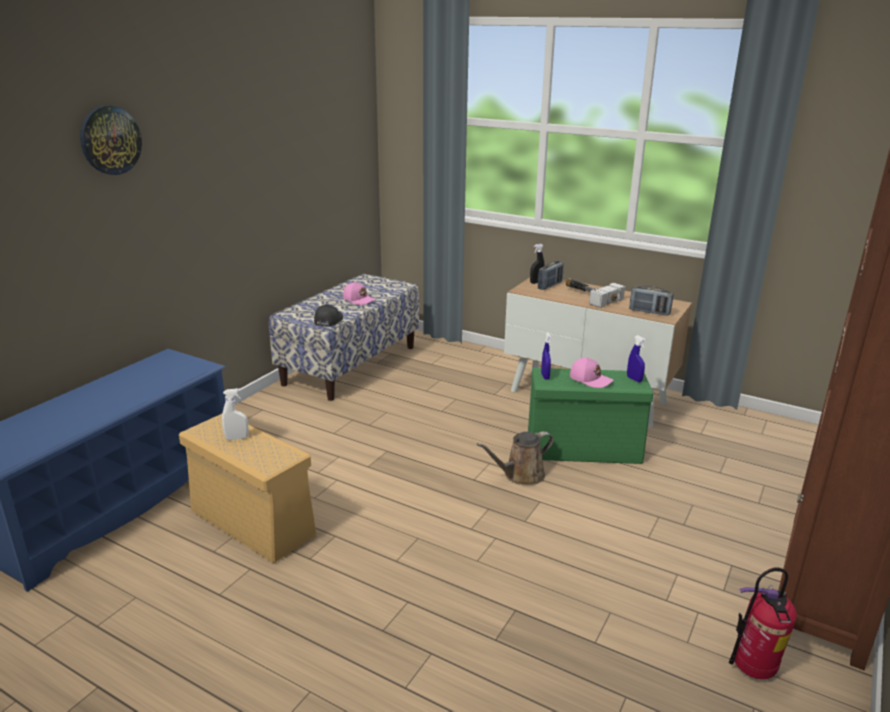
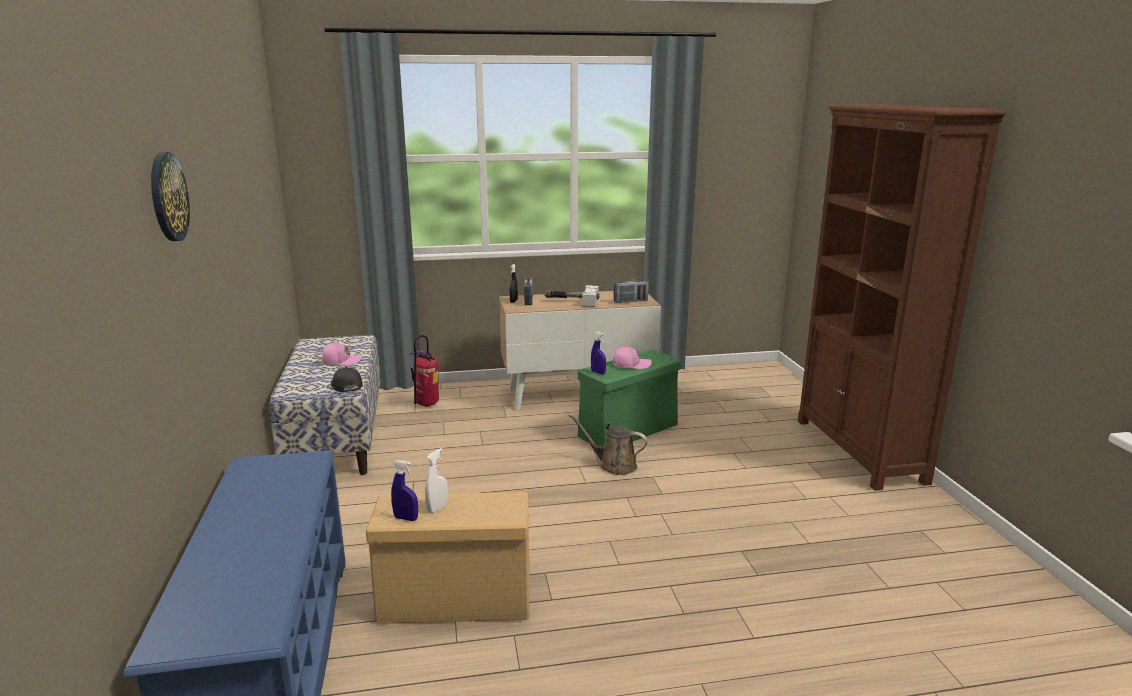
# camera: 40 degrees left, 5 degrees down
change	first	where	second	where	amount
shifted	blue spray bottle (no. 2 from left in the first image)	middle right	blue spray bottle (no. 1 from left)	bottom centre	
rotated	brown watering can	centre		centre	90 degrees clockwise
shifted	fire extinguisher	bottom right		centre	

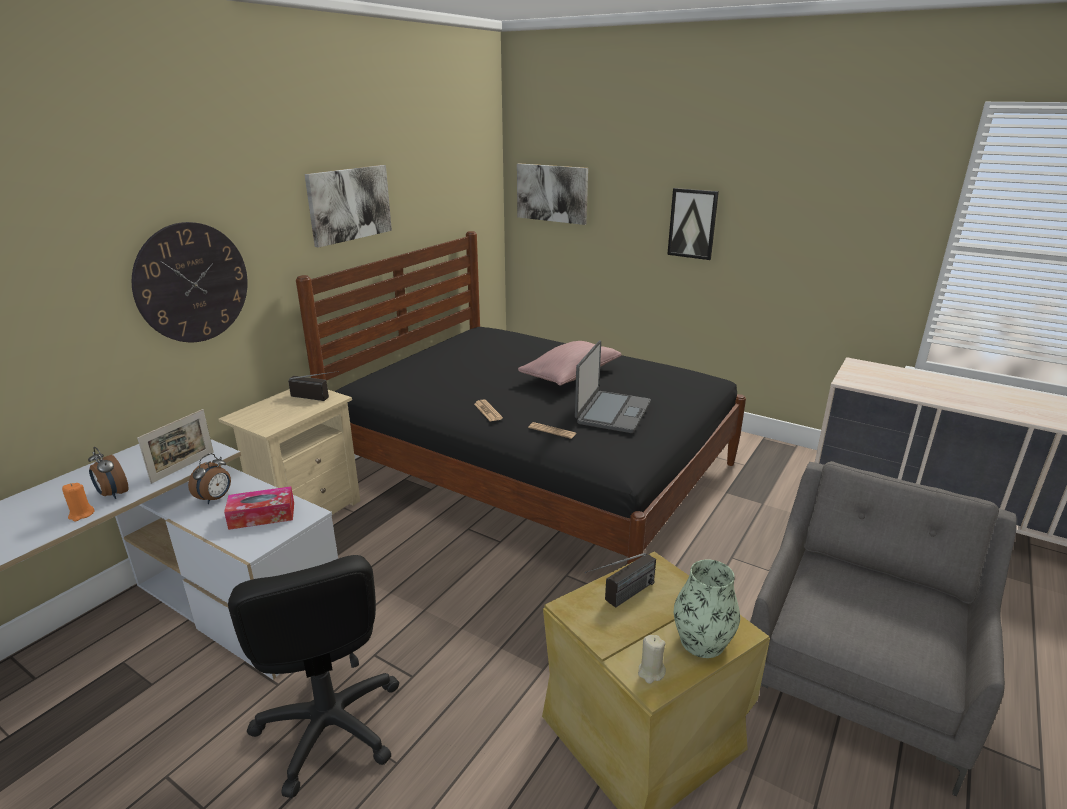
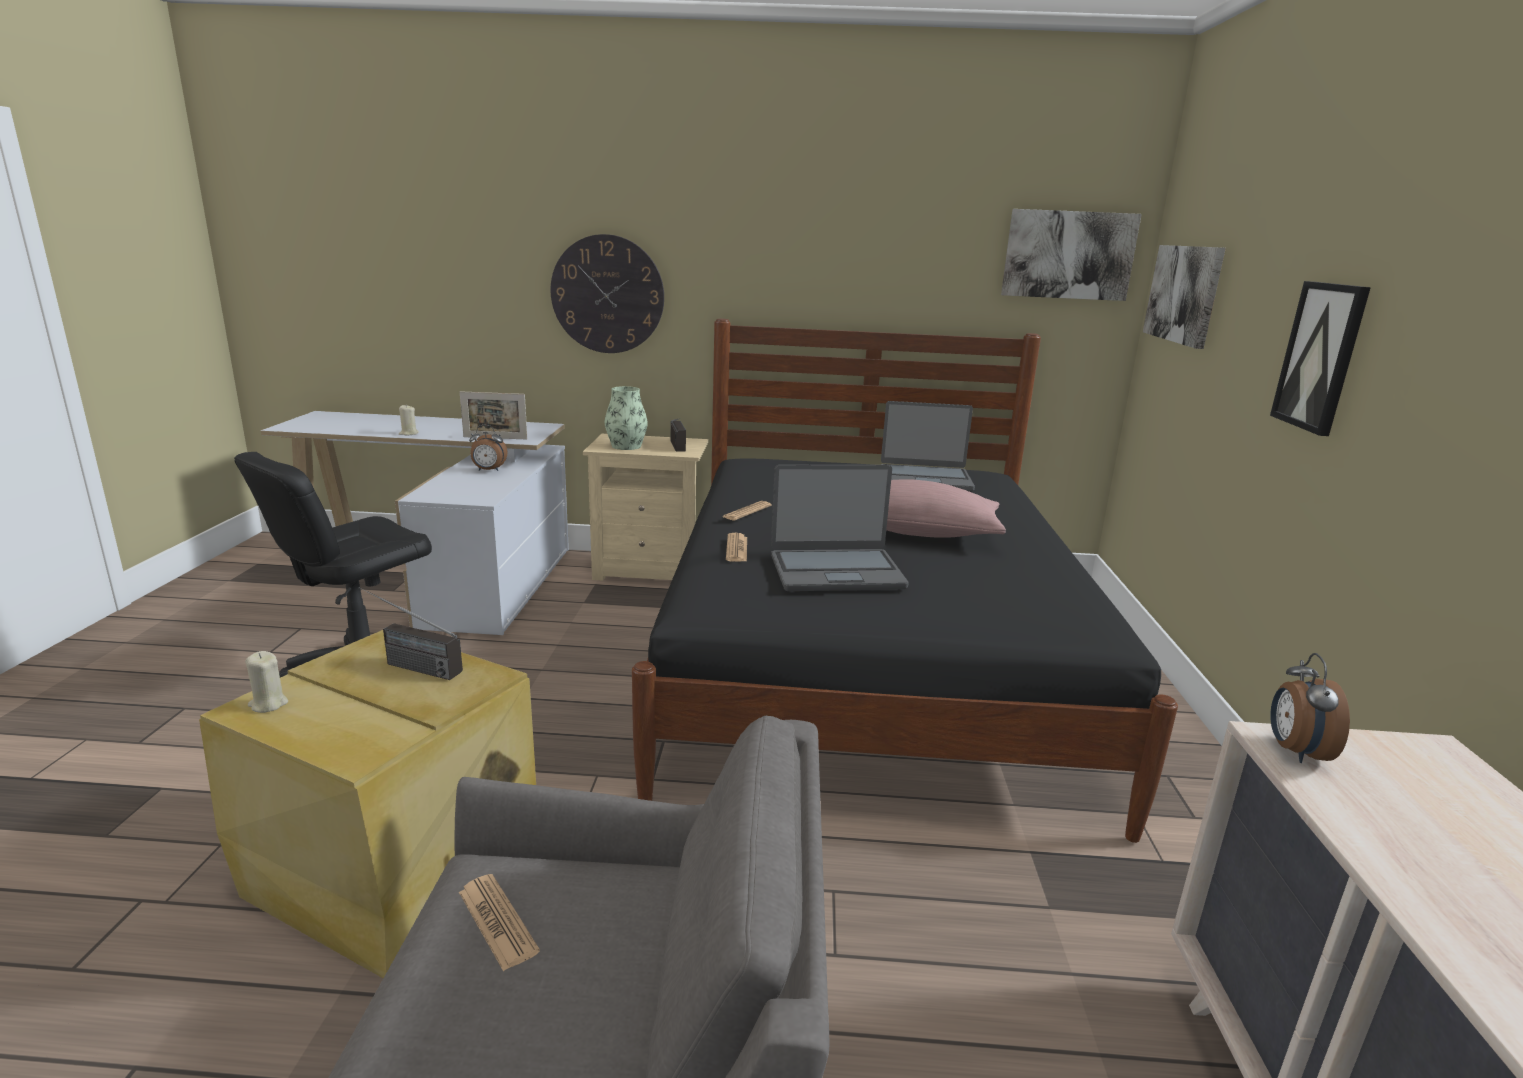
# camera: 60 degrees right, 5 degrees down
change	first	where	second	where	amount
shifted	picture (no. 1 from left)	top left		top right	
shifted	alarm clock (no. 1 from left in the first image)	middle left	alarm clock (no. 2 from left)	middle right	
repainted	orange candle	middle left	beige candle (no. 2 from left)	middle left	
gone	tissue box	middle left			
shifted	vase	bottom centre		centre	
new			laptop (no. 2 from left)	centre	
new			newspaper (no. 1 from left)	bottom left	

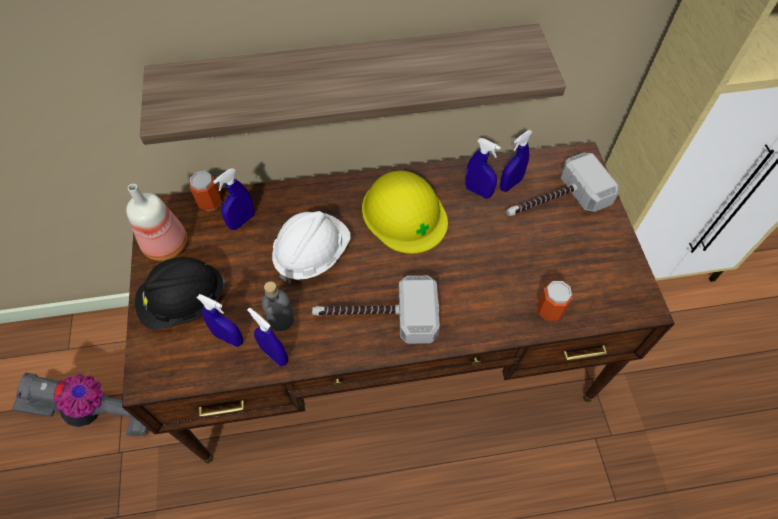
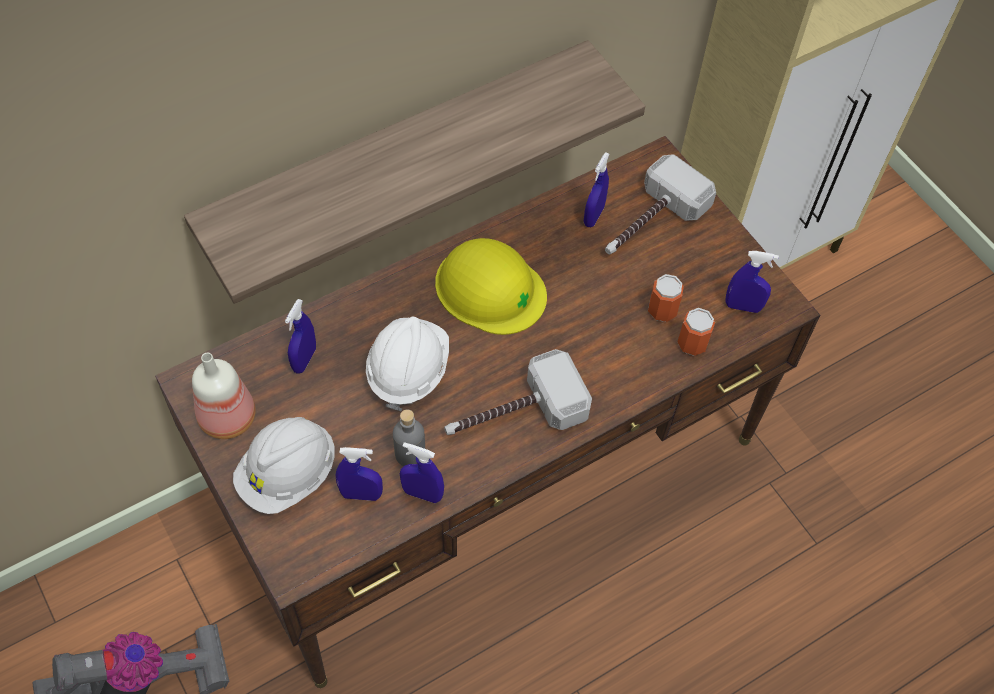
# camera: 25 degrees left, 0 degrees up
change	first	where	second	where	amount
shifted	blue spray bottle (no. 4 from left in the first image)	top centre	blue spray bottle (no. 5 from left)	middle right	
shifted	can (no. 1 from left)	middle left		middle right	
repainted	black hard hat	middle left	white hard hat (no. 1 from left)	bottom left	

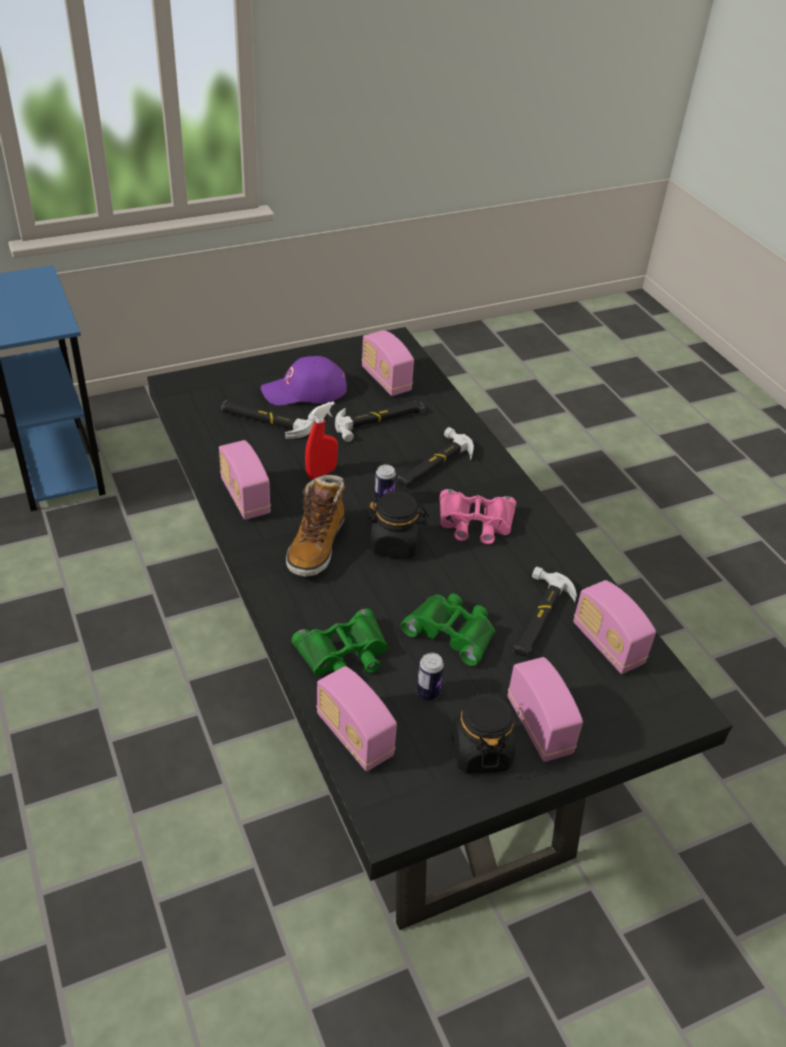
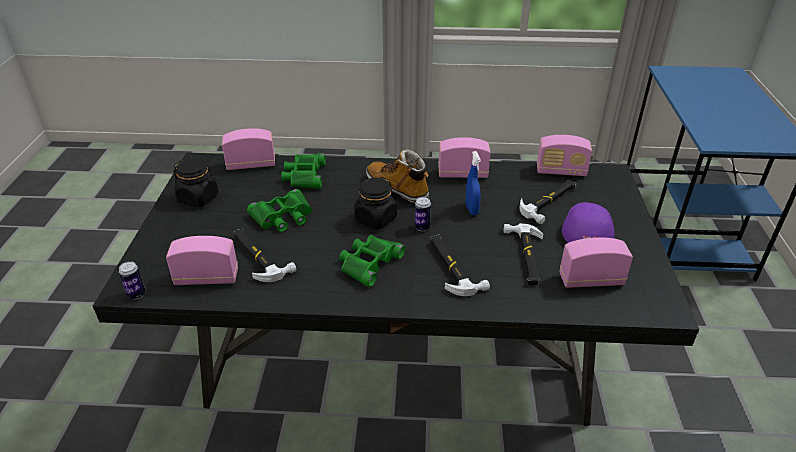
# camera: 120 degrees right, 5 degrees down
change	first	where	second	where	amount
repainted	red spray bottle	centre	blue spray bottle	centre	
repainted	pink binoculars	centre	green binoculars (no. 3 from left)	centre	
shifted	can (no. 2 from left in the first image)	centre	can (no. 1 from left)	middle left	
shifted	radio (no. 4 from left)	bottom right		middle right	

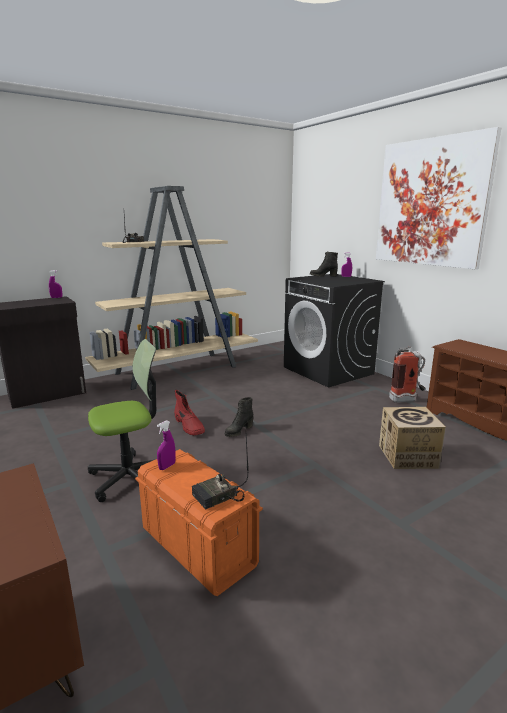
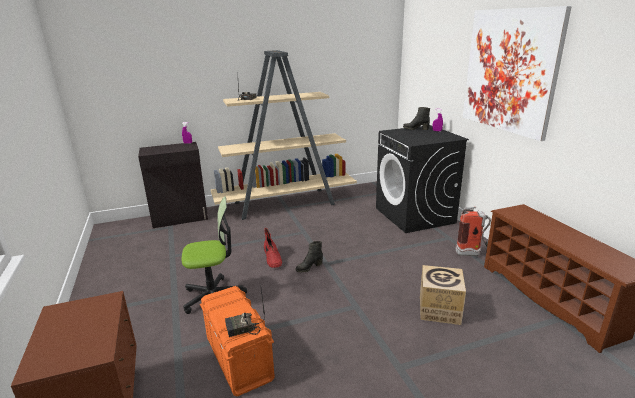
# camera: 15 degrees right, 5 degrees up
change	first	where	second	where	amount
gone	purple spray bottle (no. 2 from left)	middle left			

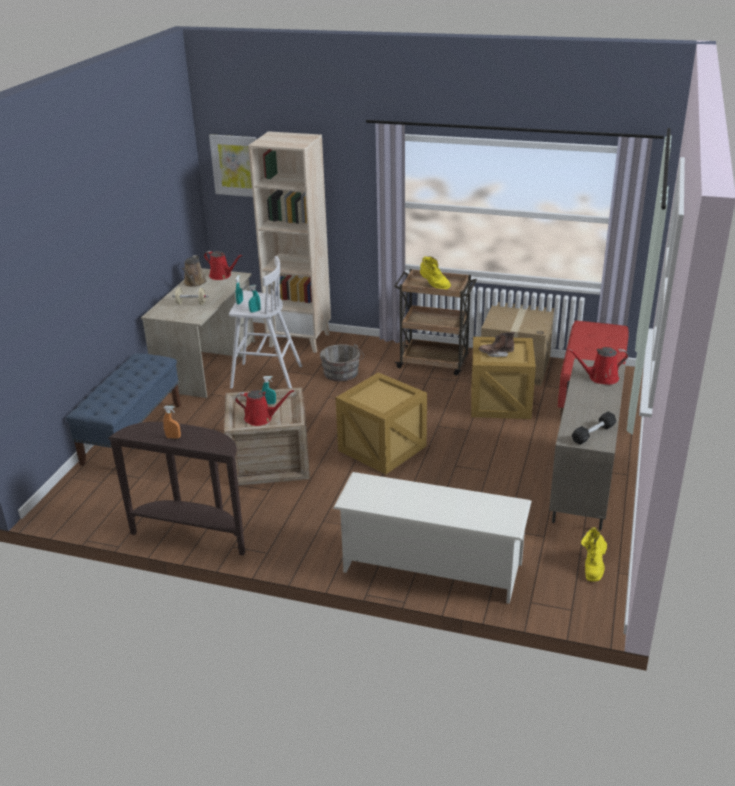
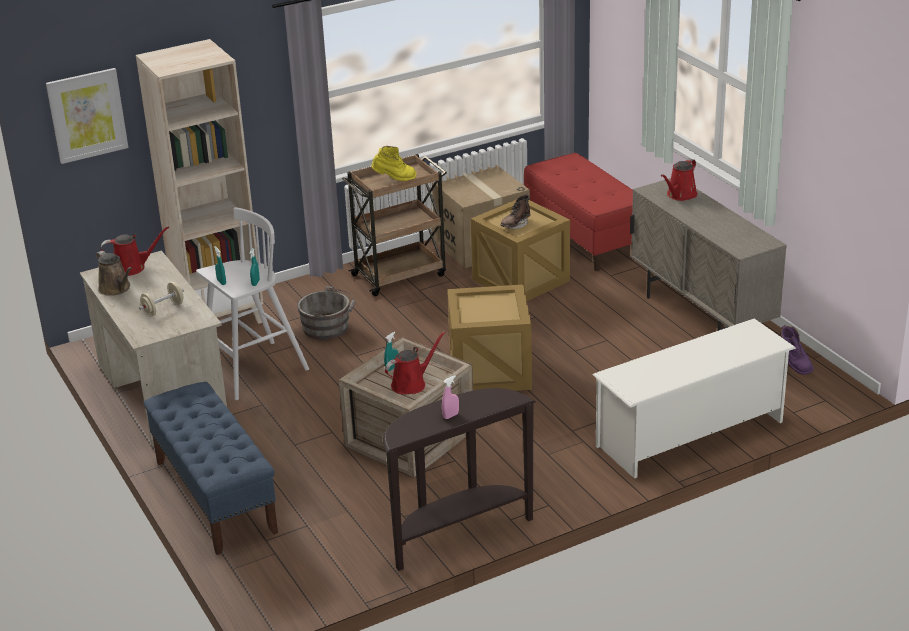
# camera: 45 degrees left, 0 degrees up
change	first	where	second	where	amount
repainted	orange spray bottle	middle left	pink spray bottle	centre	
gone	black dumbbell	middle right			
repainted	yellow boot (no. 2 from left)	bottom right	purple boot	middle right	

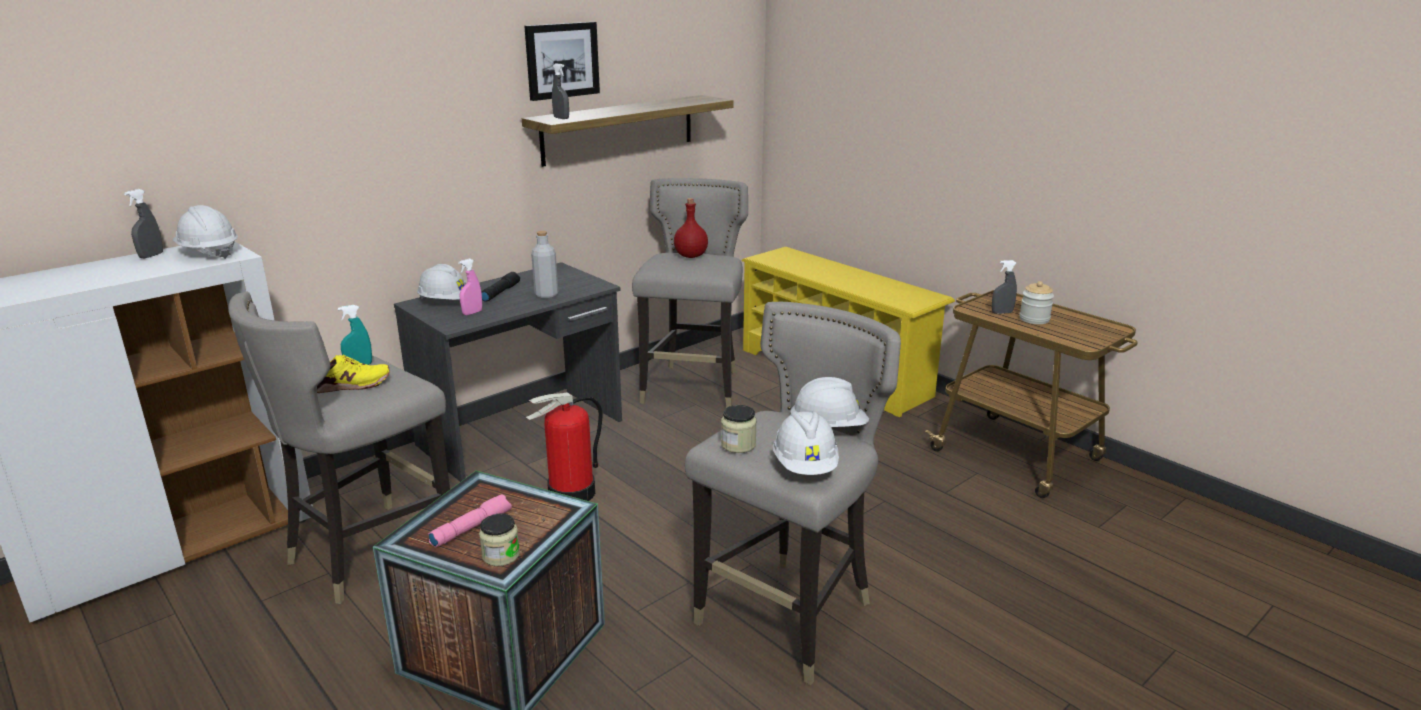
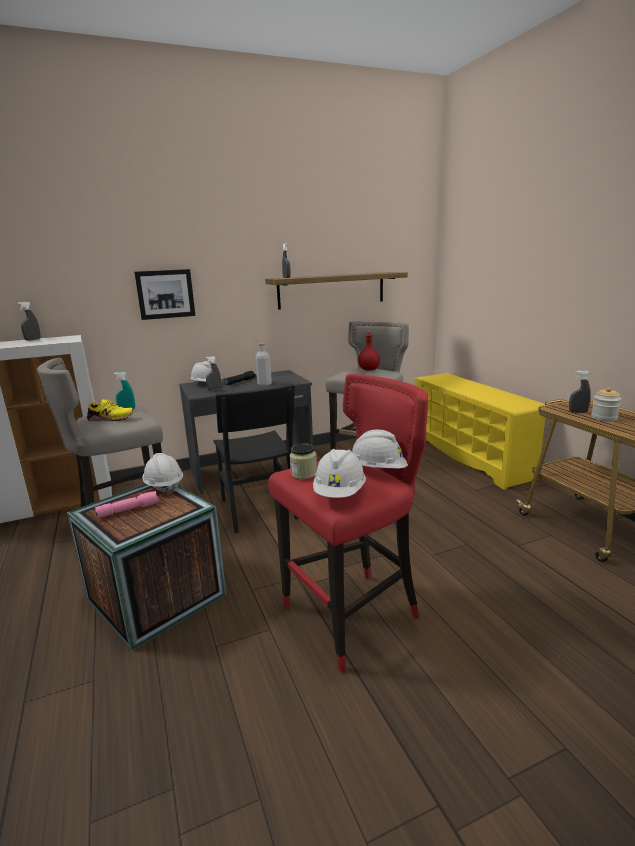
# camera: 20 degrees right, 5 degrees down
change	first	where	second	where	amount
shifted	picture	top centre		middle left	
shifted	white hard hat (no. 1 from left)	top left		middle left	
repainted	pink spray bottle	middle left	grey spray bottle (no. 2 from left)	centre	
repainted	grey stool (no. 3 from left)	bottom centre	red stool	centre	
swapped	fire extinguisher	centre	black chair	centre	
gone	jar (no. 1 from left)	bottom centre			

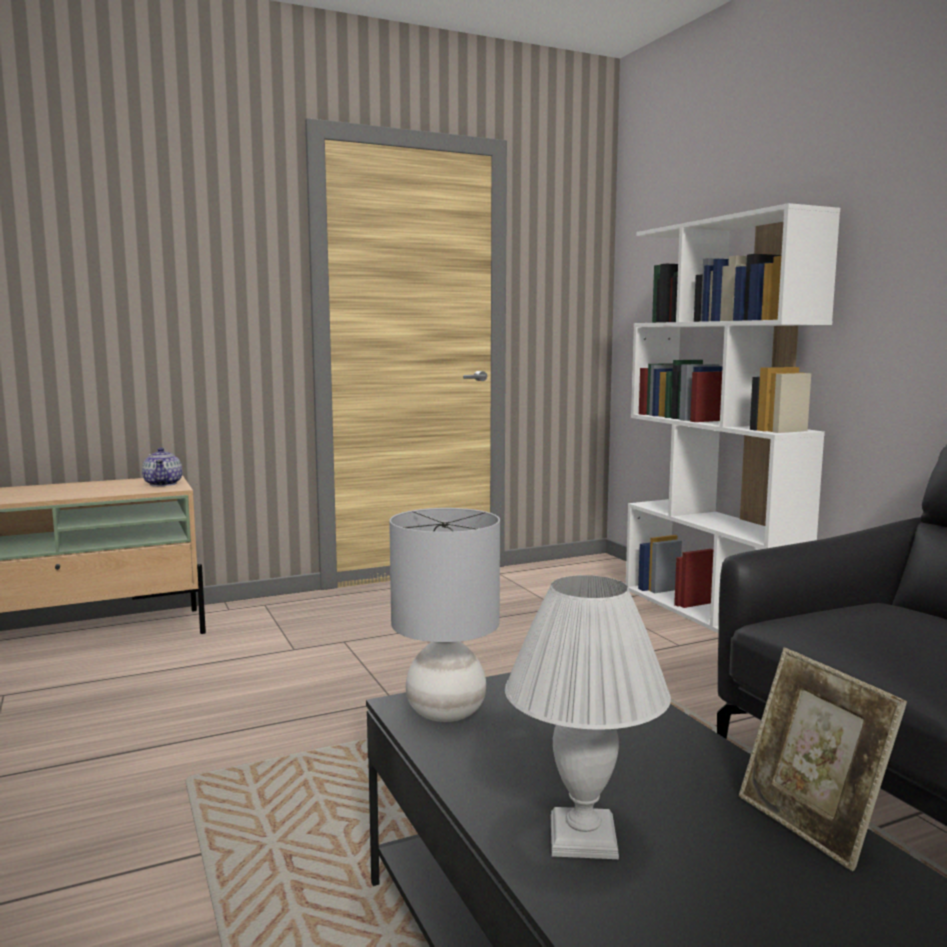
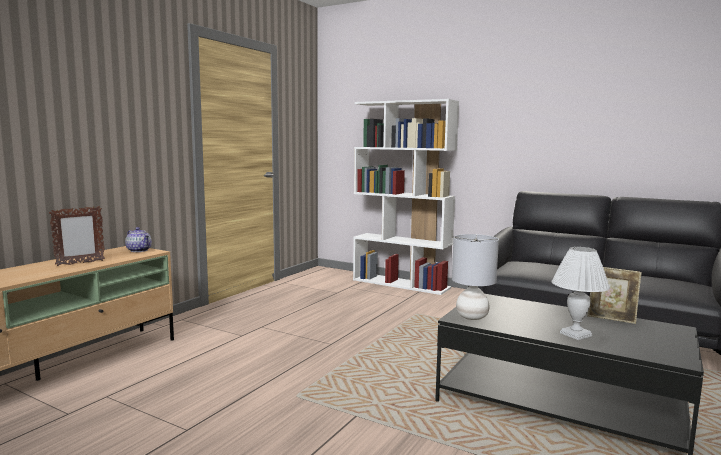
# camera: 35 degrees left, 0 degrees up
change	first	where	second	where	amount
new			picture frame (no. 1 from left)	middle left	

